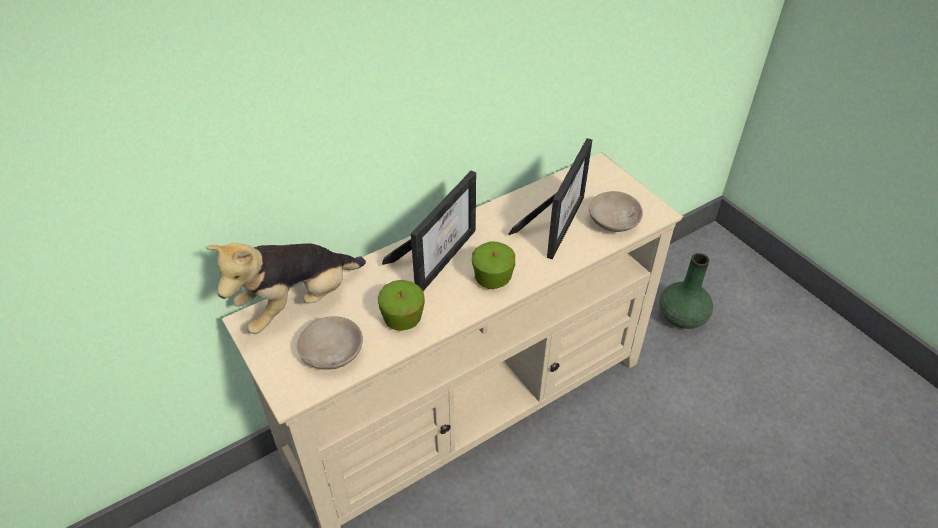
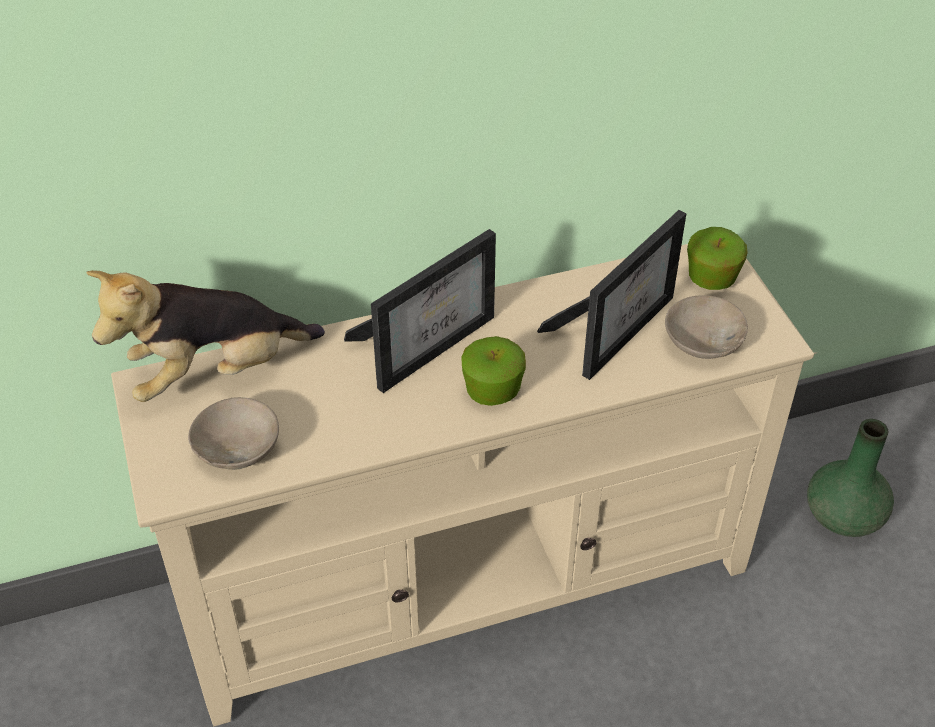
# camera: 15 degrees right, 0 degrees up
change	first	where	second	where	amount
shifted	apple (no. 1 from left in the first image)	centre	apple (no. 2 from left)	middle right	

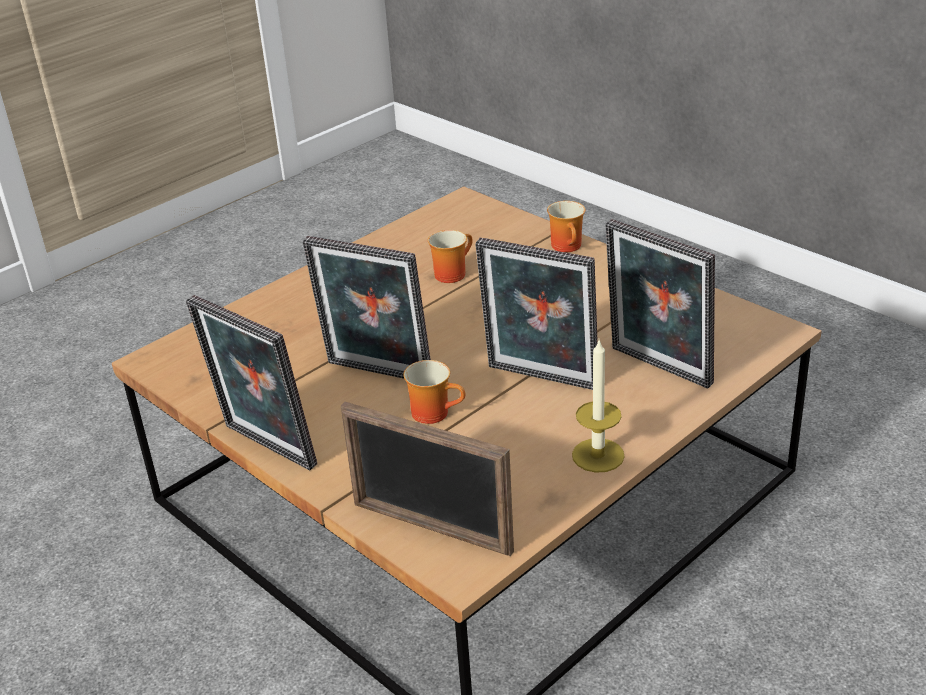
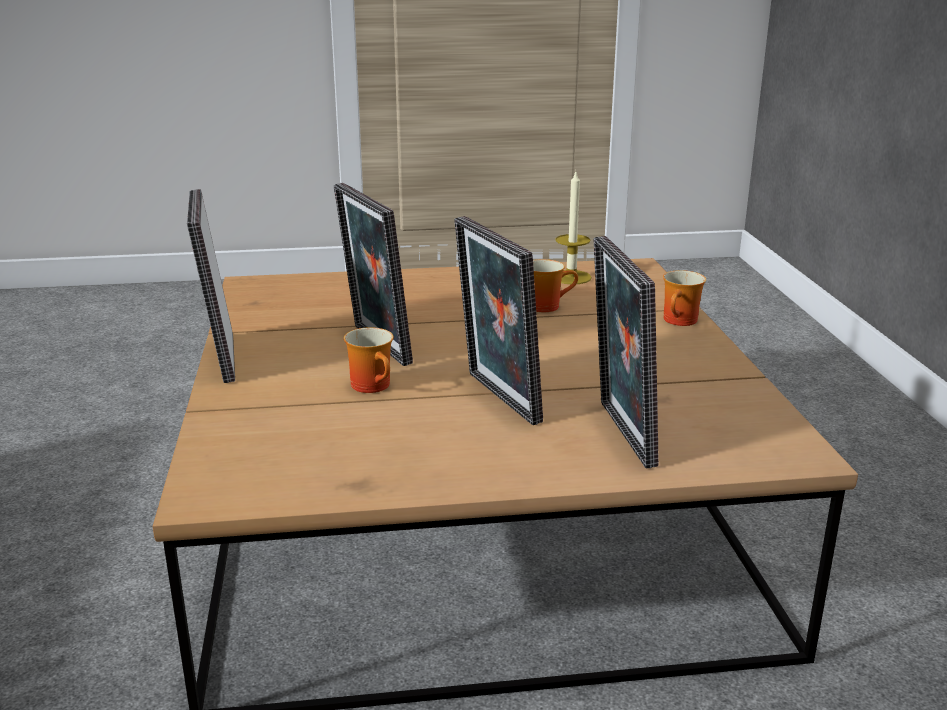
# camera: 35 degrees right, 10 degrees down
change	first	where	second	where	amount
shifted	candle	centre		top centre	
gone	picture frame (no. 3 from left)	bottom centre			

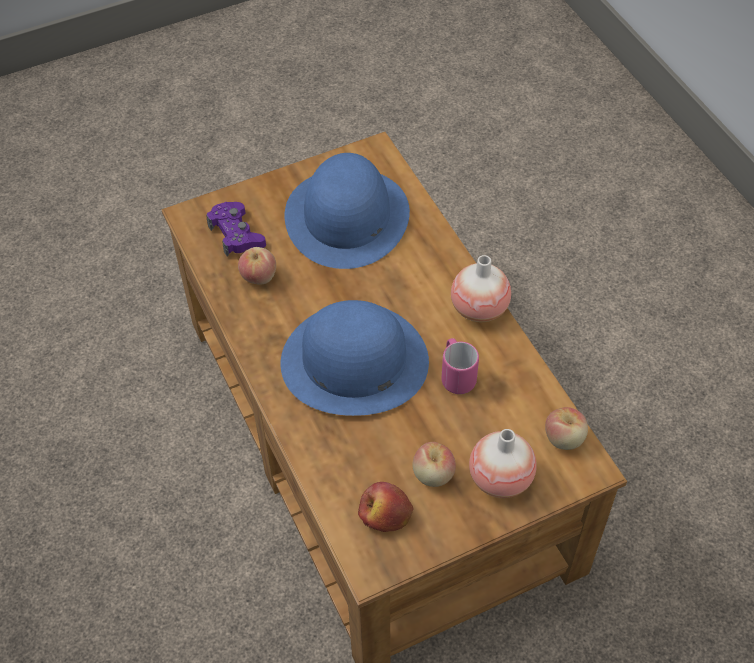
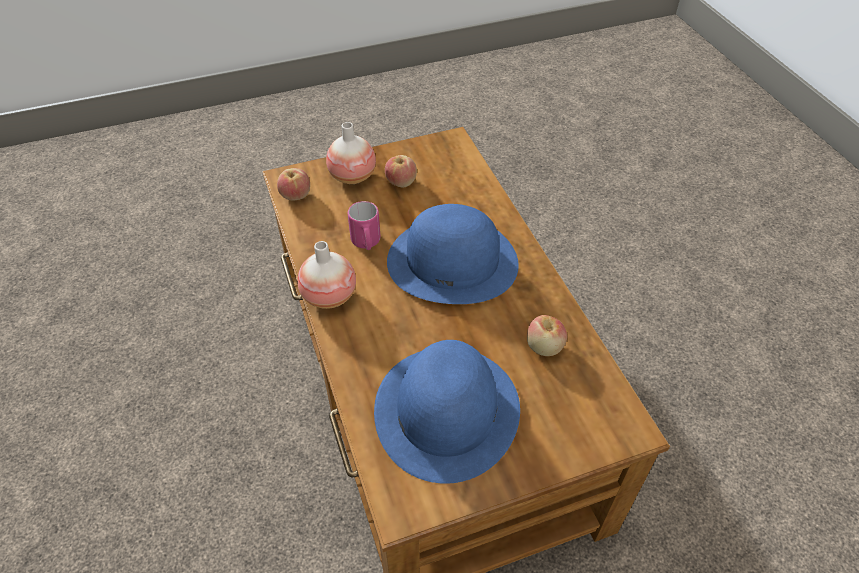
# camera: 175 degrees left, 5 degrees down
change	first	where	second	where	amount
gone	purple game controller	middle left			
gone	apple (no. 2 from left)	bottom centre			

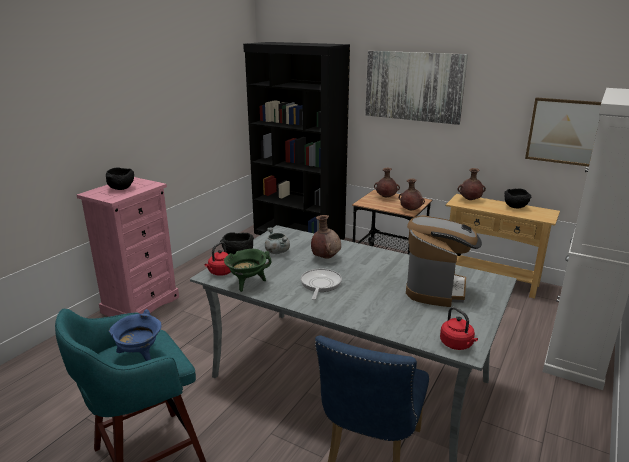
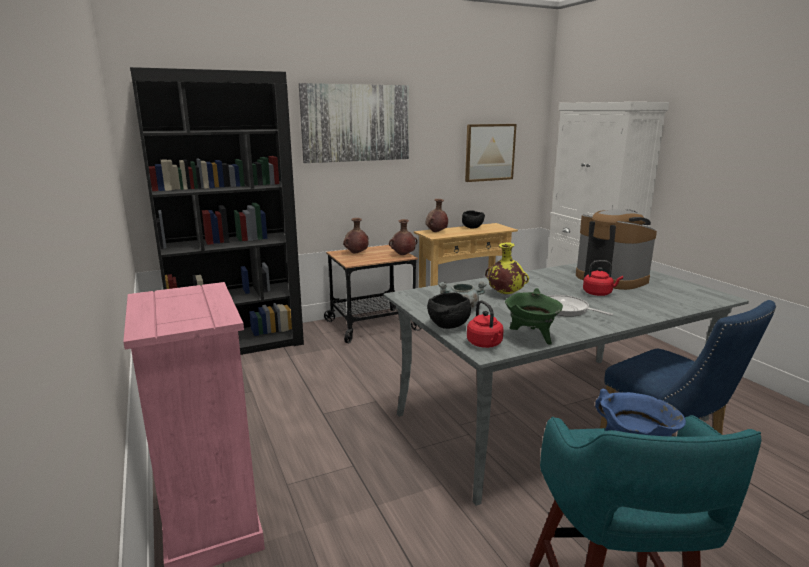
# camera: 55 degrees left, 5 degrees down
change	first	where	second	where	amount
gone	black bowl (no. 1 from left)	middle left			
repainted	brown vase (no. 1 from left)	centre	yellow vase	centre	
shifted	red kettle (no. 2 from left)	bottom right		middle right	

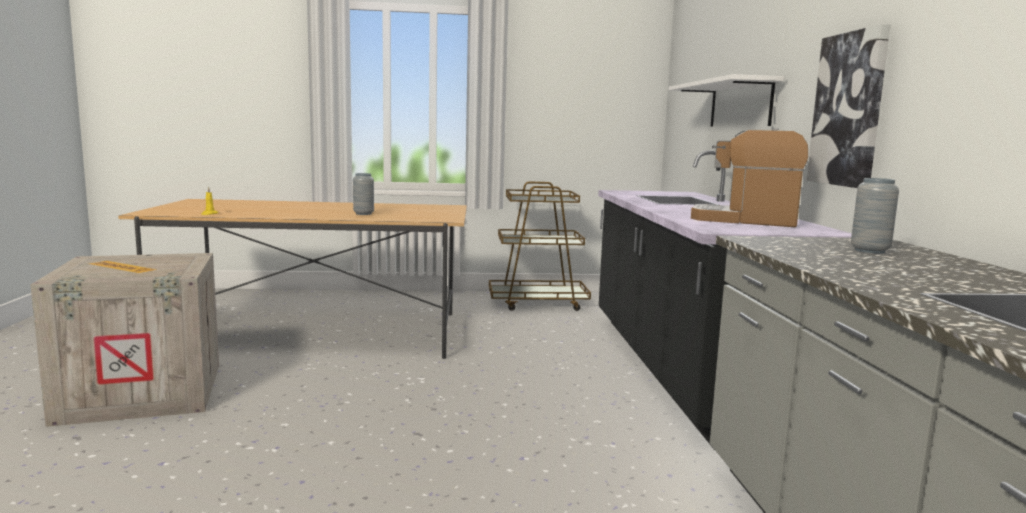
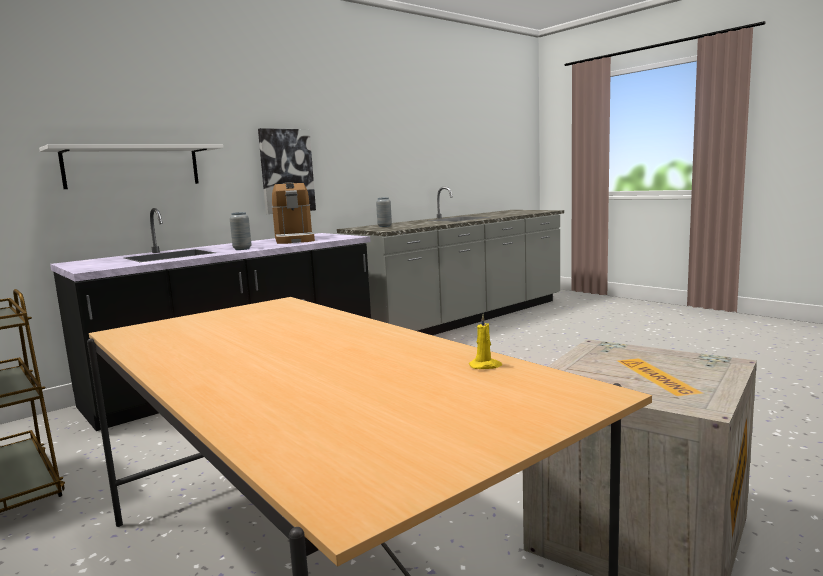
# camera: 125 degrees left, 0 degrees up
change	first	where	second	where	amount
shifted	grey vase (no. 1 from left)	centre		middle left	

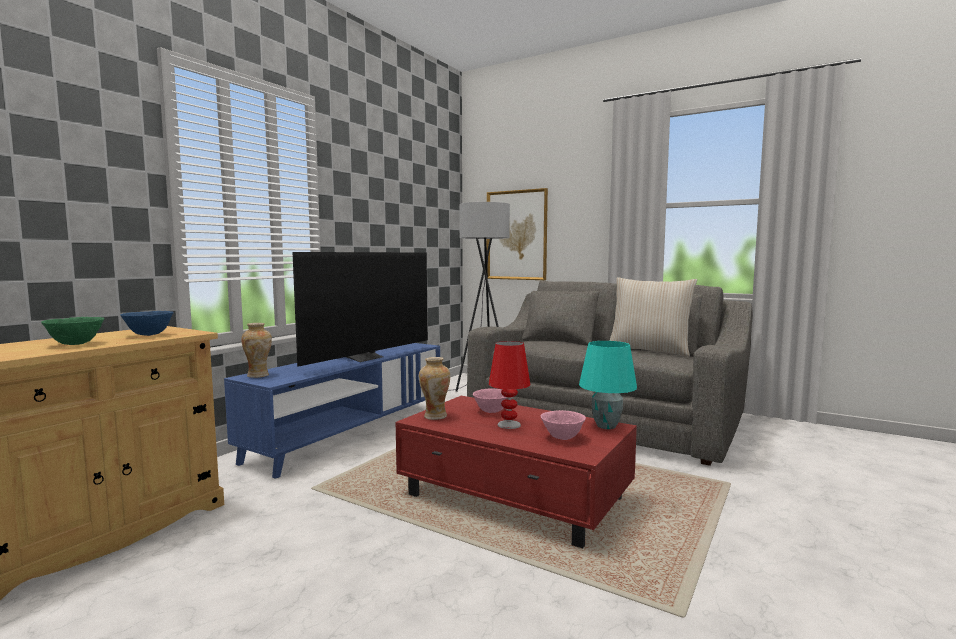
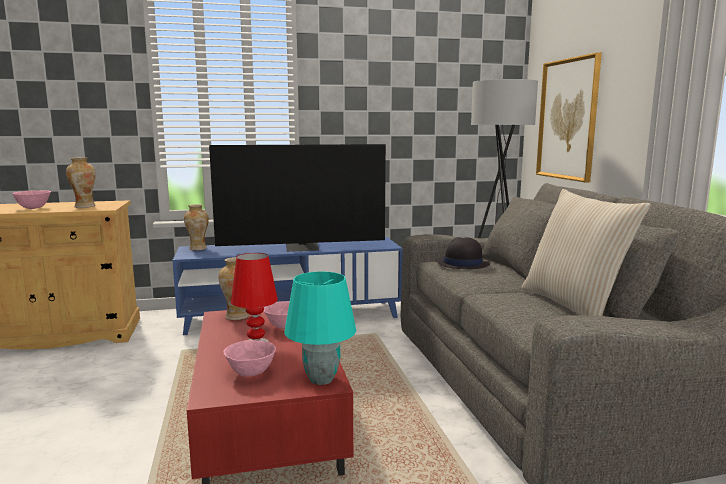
# camera: 45 degrees right, 5 degrees up
change	first	where	second	where	amount
swapped	blue bowl	middle left	vase (no. 1 from left)	middle left	
repainted	green bowl	middle left	pink bowl (no. 1 from left)	middle left	
new			black hat	centre	

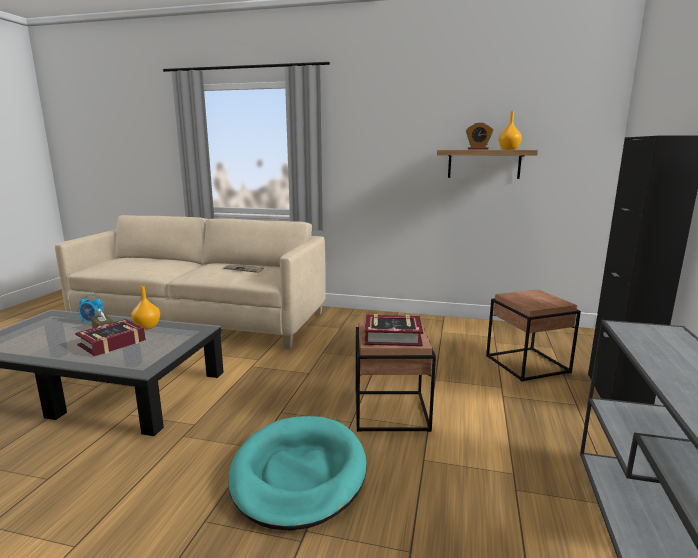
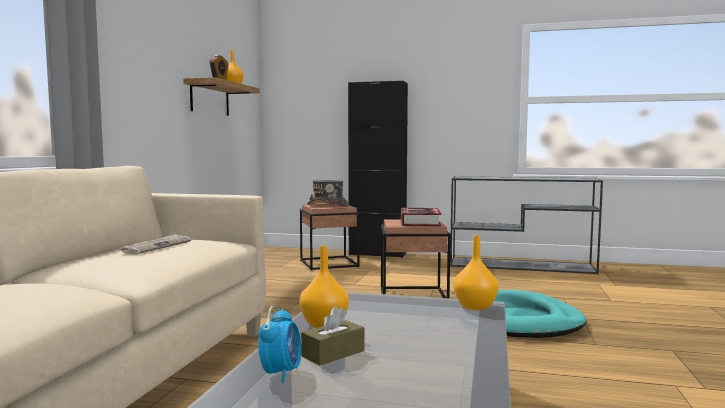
# camera: 90 degrees left, 10 degrees down
change	first	where	second	where	amount
gone	book (no. 1 from left)	middle left			
new			grey hat	centre	
new			orange vase (no. 3 from left)	bottom centre	

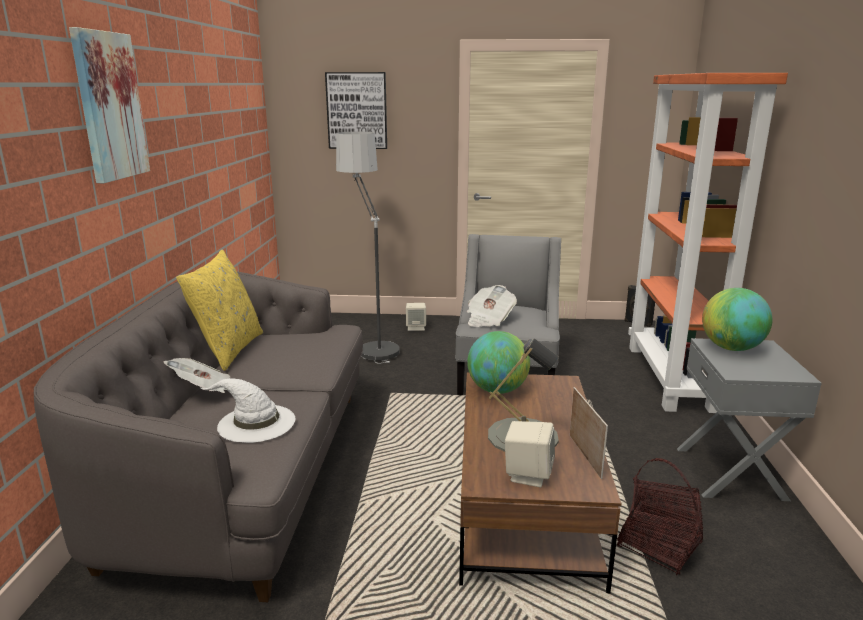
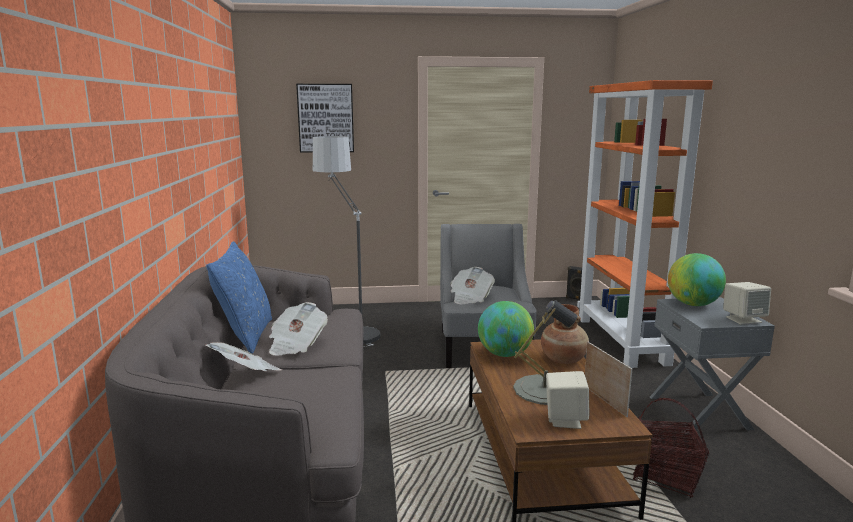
# camera: 10 degrees left, 5 degrees down
change	first	where	second	where	amount
gone	picture (no. 1 from left)	top left			
repainted	yellow pillow	middle left	blue pillow	middle left	
shifted	beige speaker (no. 1 from left in the first image)	centre	beige speaker (no. 2 from left)	middle right	
gone	white hat	middle left			
new			newspaper (no. 2 from left)	centre	
new			brown vase	centre	

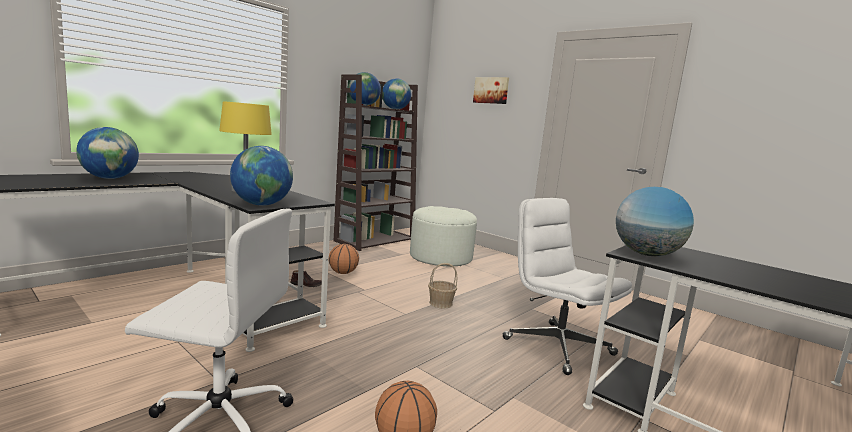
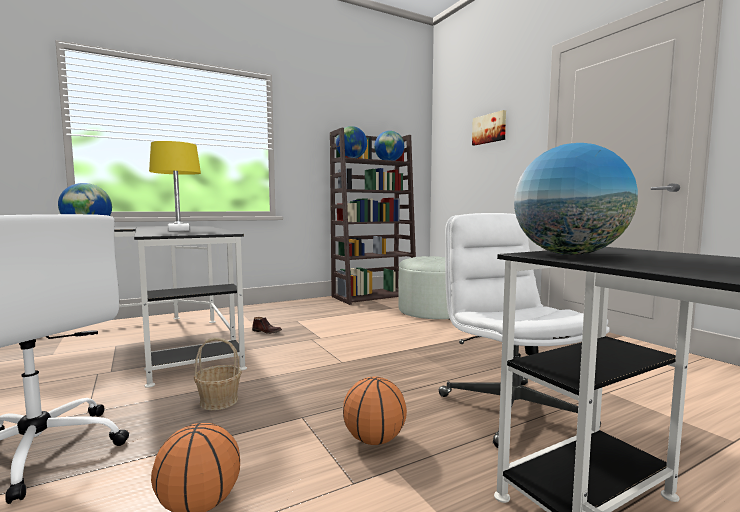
# camera: 20 degrees right, 5 degrees down
change	first	where	second	where	amount
gone	globe (no. 2 from left)	middle left			
shifted	basketball (no. 1 from left in the first image)	centre	basketball (no. 2 from left)	bottom centre	
shifted	basket	centre		bottom left	

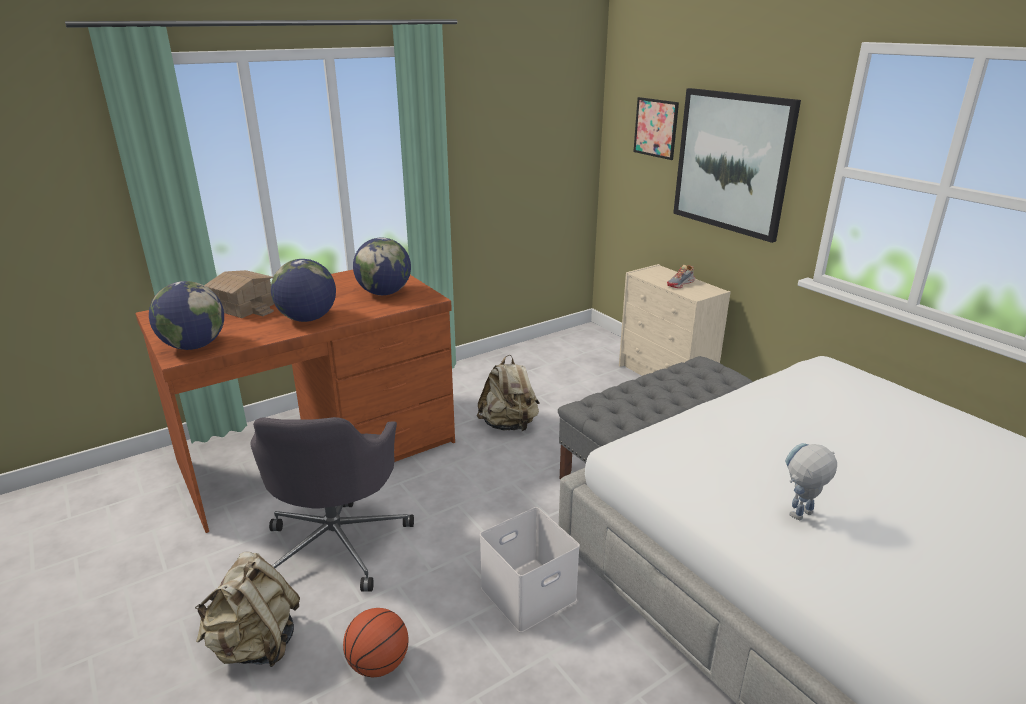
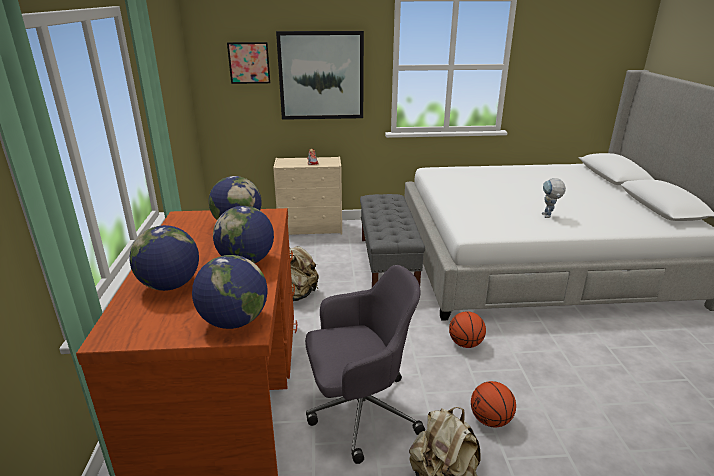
# camera: 60 degrees left, 0 degrees up
change	first	where	second	where	amount
swapped	toy house	middle left	globe (no. 1 from left)	middle left	
rotated	grey office chair	bottom left		bottom centre	45 degrees counterclockwise
swapped	white storage box	bottom centre	basketball (no. 1 from left)	bottom centre	

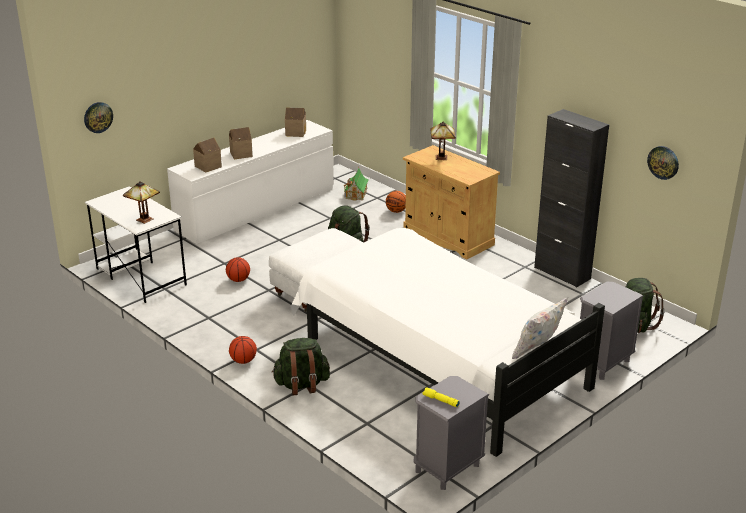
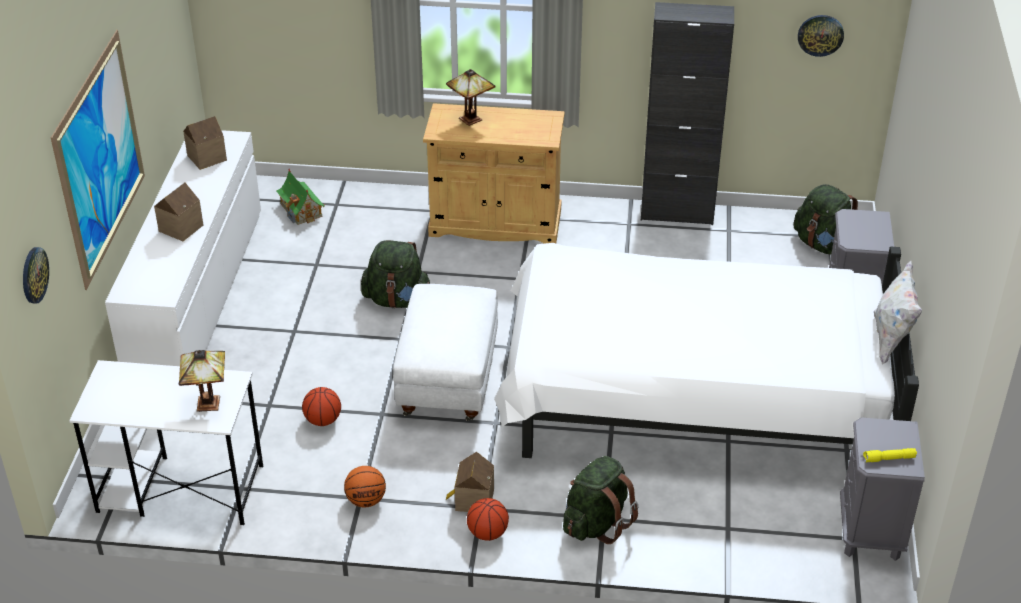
# camera: 40 degrees left, 10 degrees up
change	first	where	second	where	amount
shifted	toy house (no. 1 from left in the first image)	top left	toy house (no. 4 from left)	bottom centre	
shifted	basketball (no. 3 from left in the first image)	centre	basketball (no. 2 from left)	bottom centre	
new			picture	top left	

